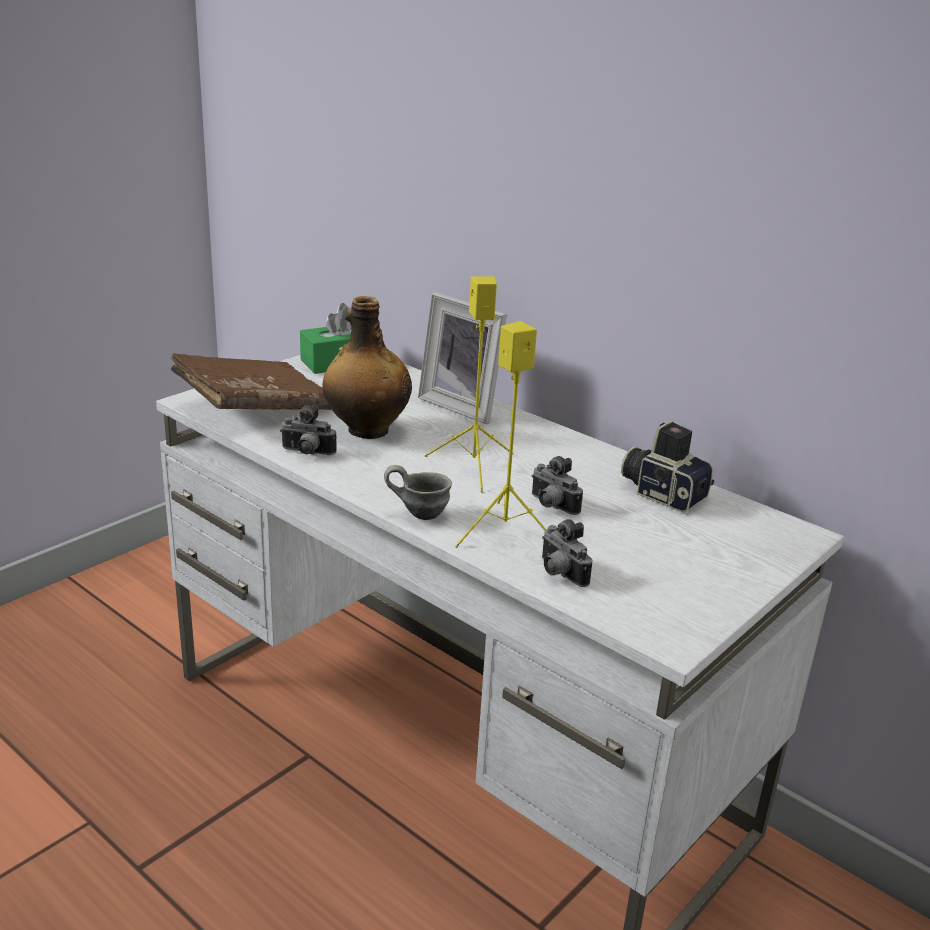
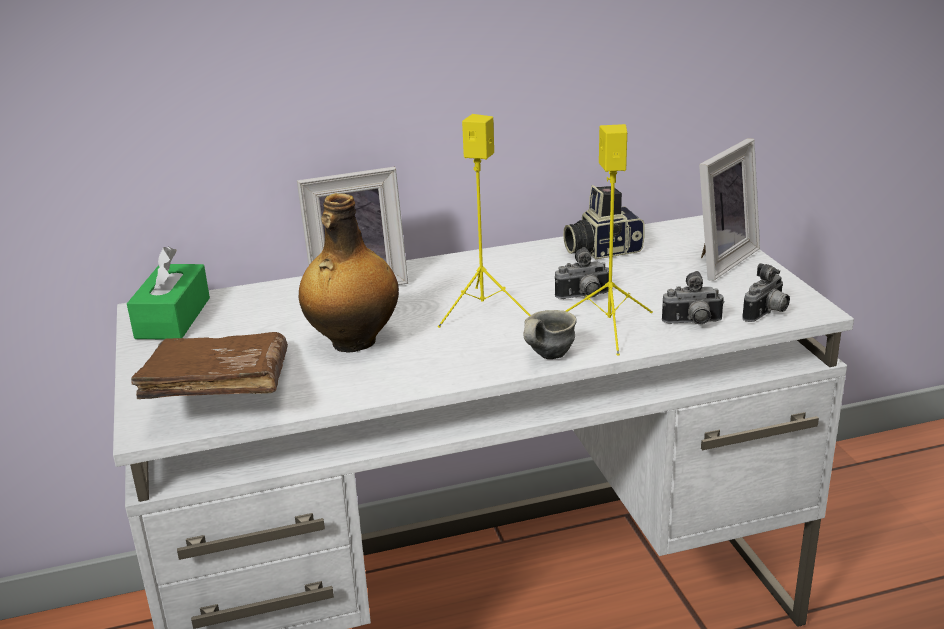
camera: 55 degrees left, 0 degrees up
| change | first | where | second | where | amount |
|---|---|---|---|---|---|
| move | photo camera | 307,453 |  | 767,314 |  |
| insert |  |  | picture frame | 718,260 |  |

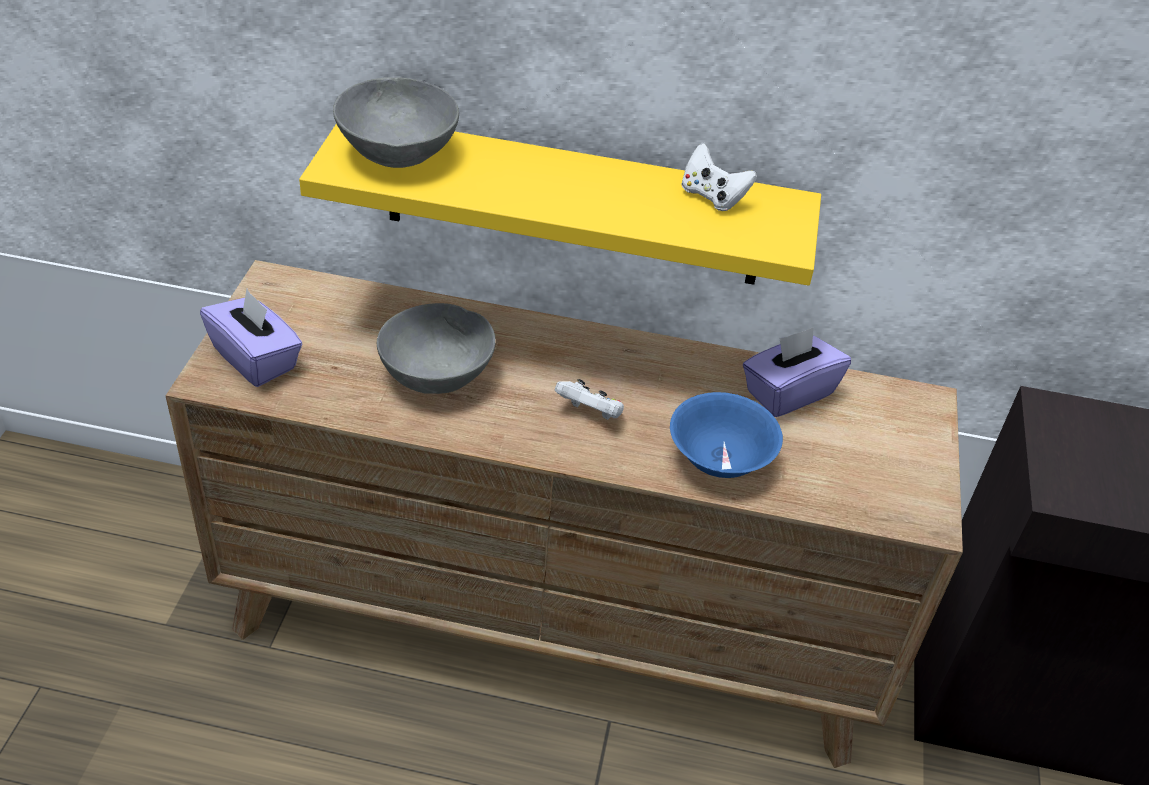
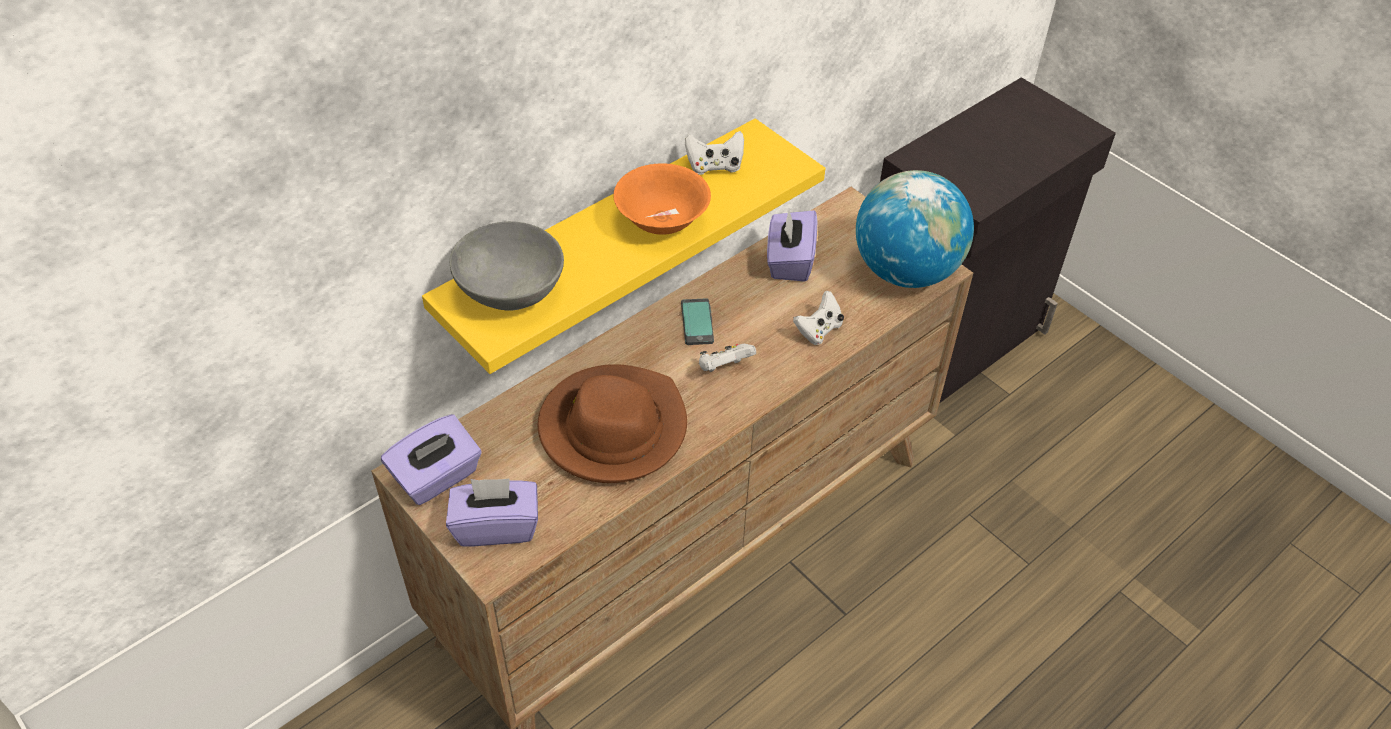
camera: 50 degrees left, 5 degrees up
| change | first | where | second | where | amount |
|---|---|---|---|---|---|
| replace | bowl/grey | 436,375 | hat/brown | 613,428 |  |
| replace | bowl/blue | 719,460 | game controller/white | 818,330 |  |
| insert |  |  | bowl/orange | 662,221 |  |
| insert |  |  | globe | 905,271 |  |
| insert |  |  | phone | 697,322 |  |
| insert |  |  | tissue box/purple | 437,477 |  |

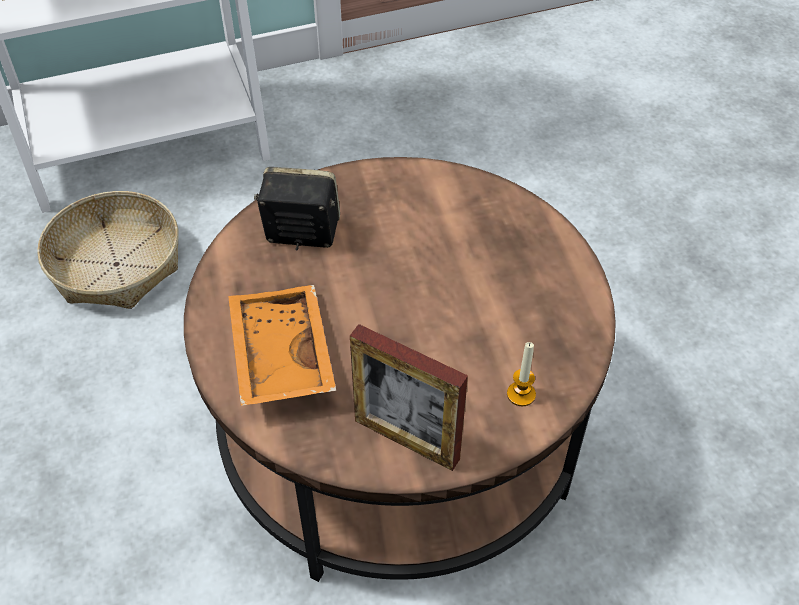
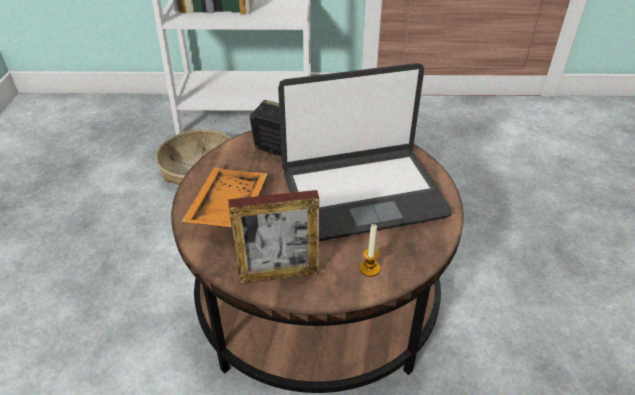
camera: 20 degrees right, 10 degrees down
| change | first | where | second | where | amount |
|---|---|---|---|---|---|
| rotate | picture frame | 406,439 |  | 279,274 | 60 degrees counterclockwise |
| insert |  |  | laptop | 362,193 |  |

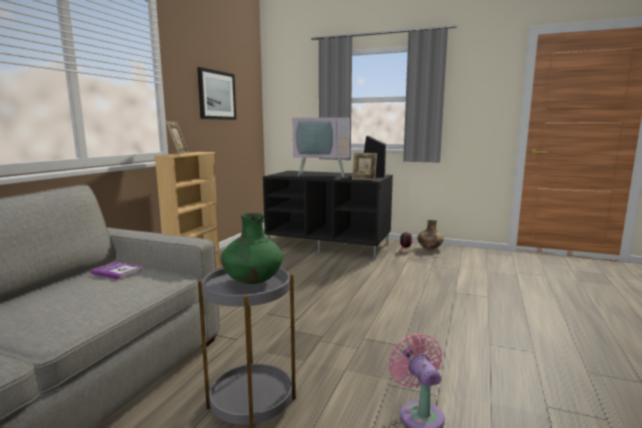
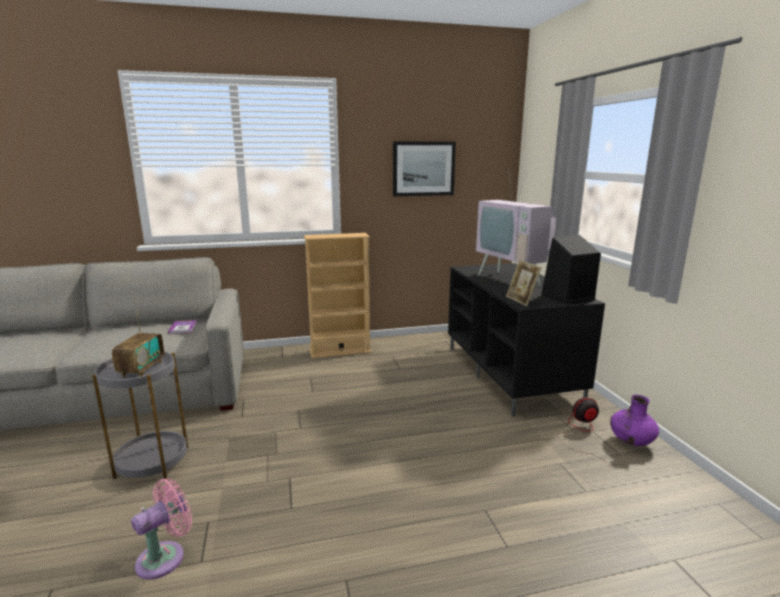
camera: 55 degrees right, 5 degrees up
| change | first | where | second | where | amount |
|---|---|---|---|---|---|
| delete | picture frame | 179,153 |  |  |  |
| replace | vase/green | 252,282 | radio | 141,369 |  |
| recolor | vase/brown | 429,248 | vase/purple | 630,442 |  |

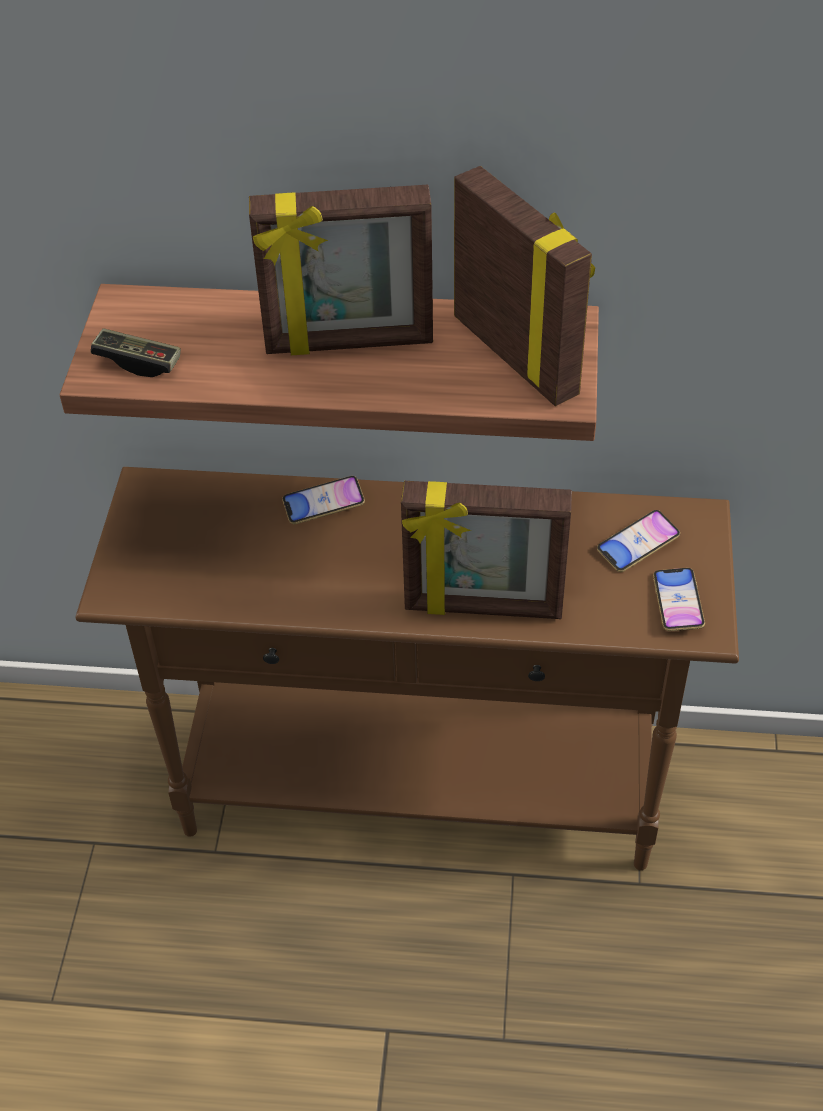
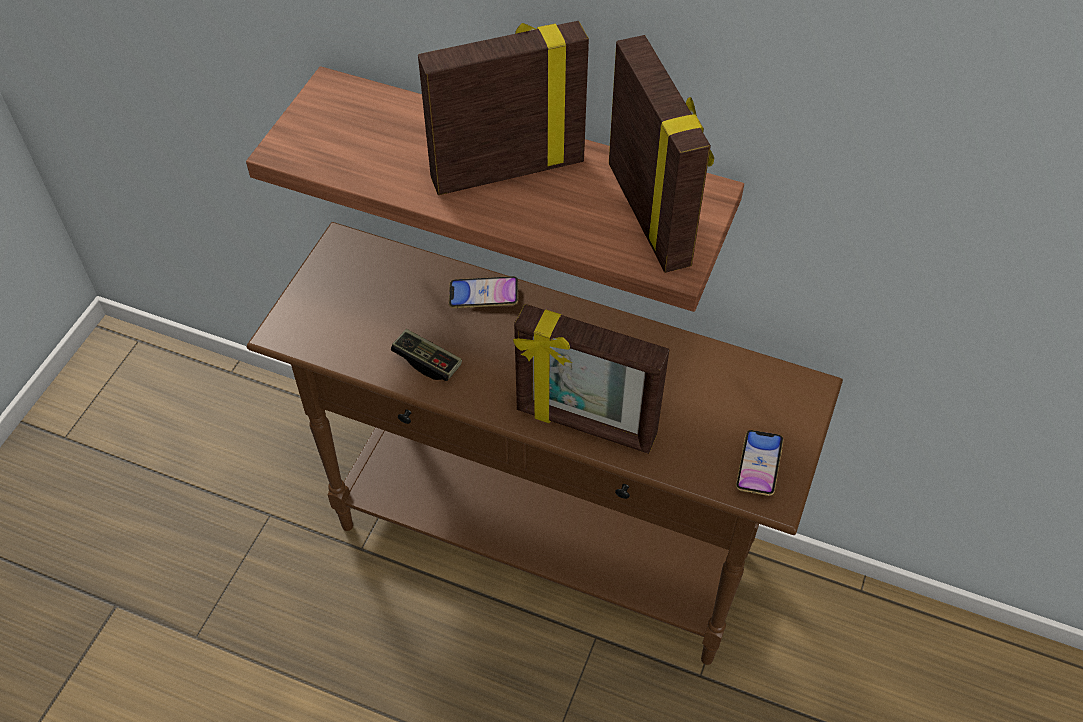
camera: 15 degrees right, 5 degrees up
| change | first | where | second | where | amount |
|---|---|---|---|---|---|
| rotate | picture frame | 349,343 |  | 506,169 | 150 degrees clockwise |
| move | game controller | 138,362 |  | 427,362 |  |
| delete | phone | 637,545 |  |  |  |

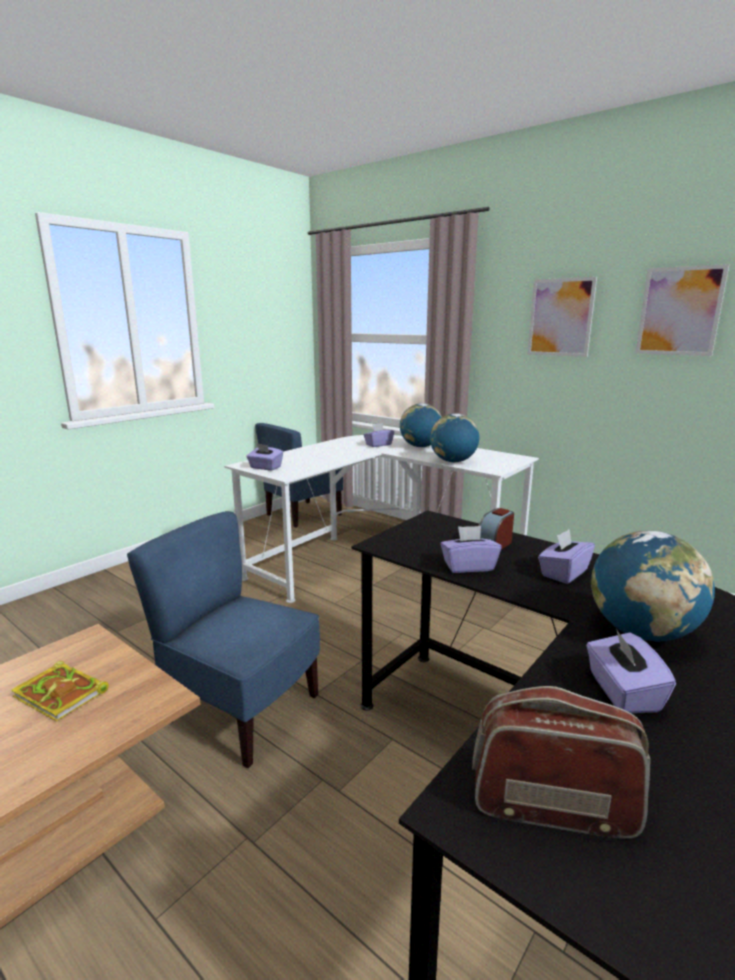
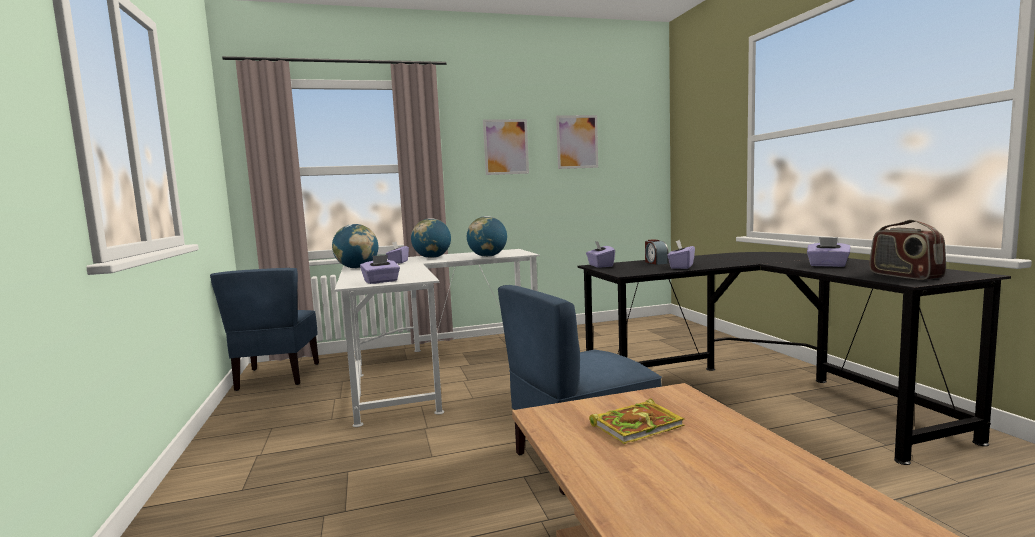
camera: 55 degrees left, 10 degrees down
| change | first | where | second | where | amount |
|---|---|---|---|---|---|
| move | tissue box/purple | 563,573 |  | 600,266 |  |
| move | globe | 641,632 |  | 357,268 |  |
| rotate | radio | 552,805 |  | 904,276 | 60 degrees counterclockwise |

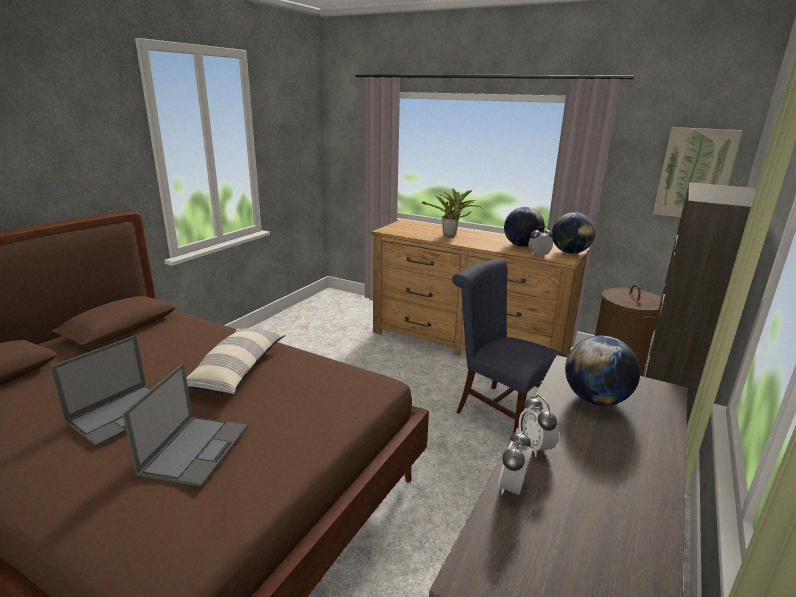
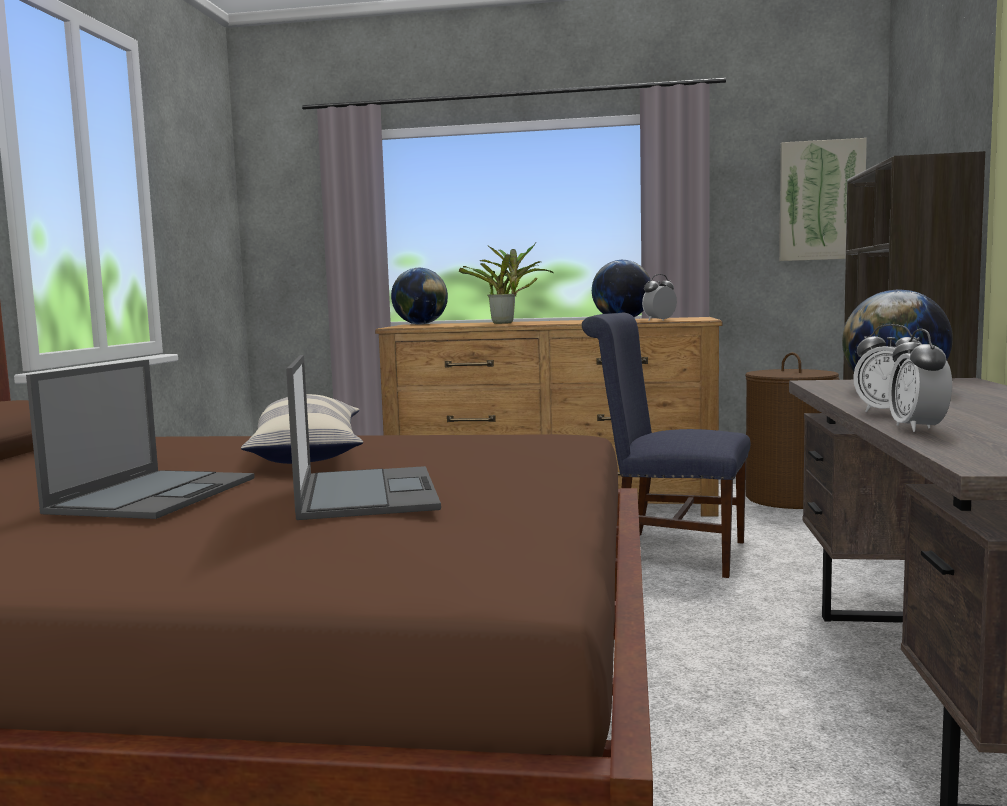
camera: 20 degrees left, 15 degrees down
| change | first | where | second | where | amount |
|---|---|---|---|---|---|
| move | globe | 570,252 |  | 420,324 |  |

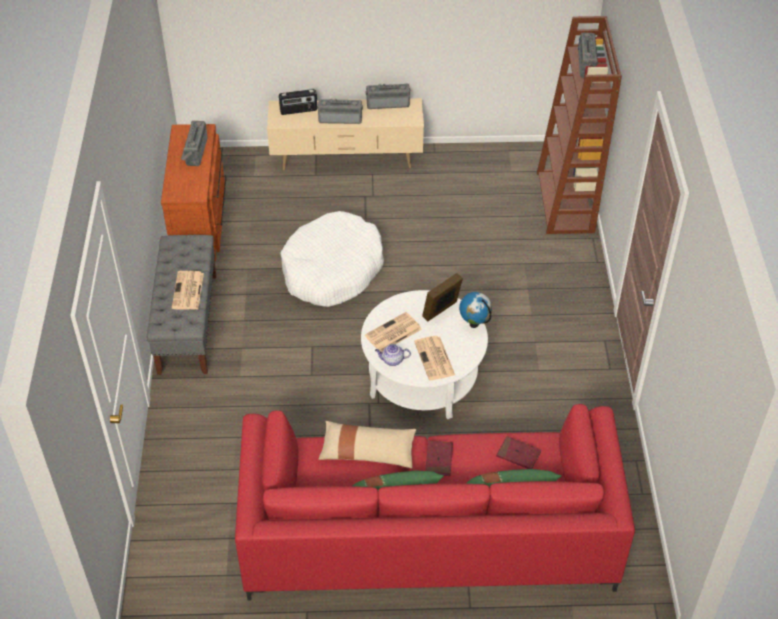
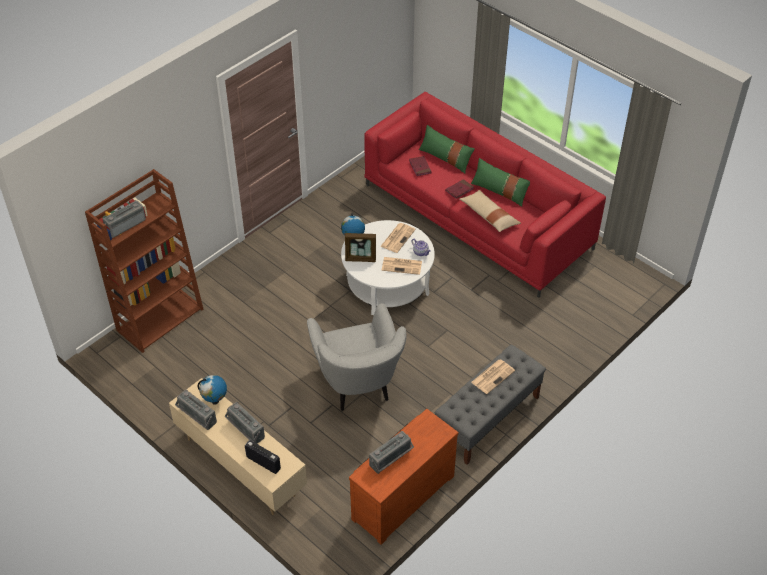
camera: 135 degrees left, 0 degrees up
| change | first | where | second | where | amount |
|---|---|---|---|---|---|
| replace | dog bed/white | 332,270 | armchair/grey | 358,386 |  |
| insert |  |  | globe | 215,401 |  |

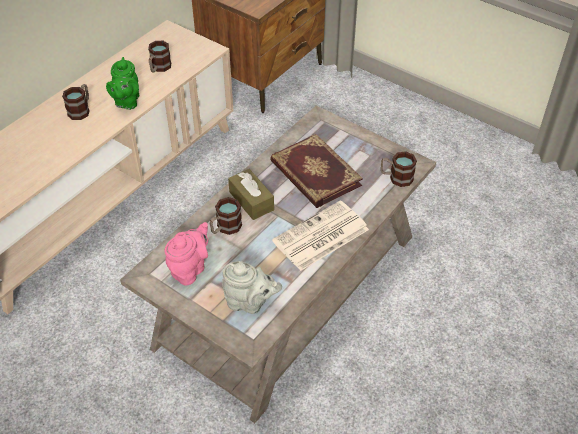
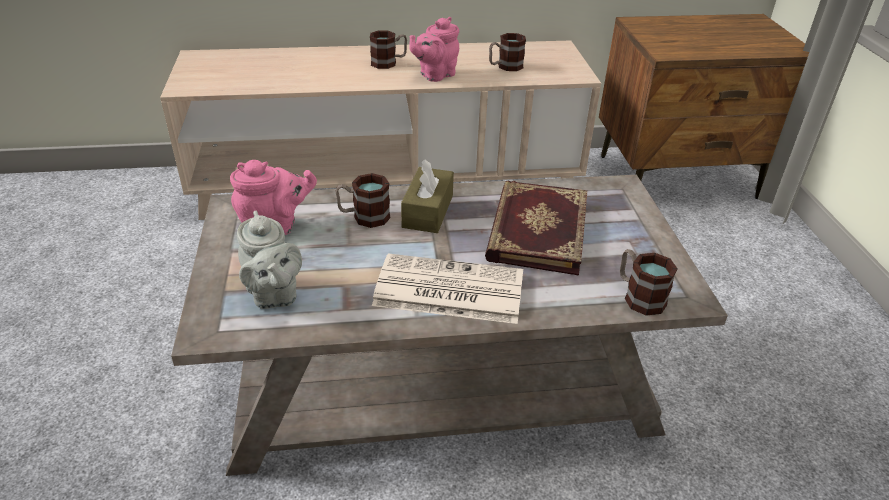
camera: 45 degrees right, 10 degrees down
| change | first | where | second | where | amount |
|---|---|---|---|---|---|
| recolor | teapot/green | 126,102 | teapot/pink | 435,75 |  |

